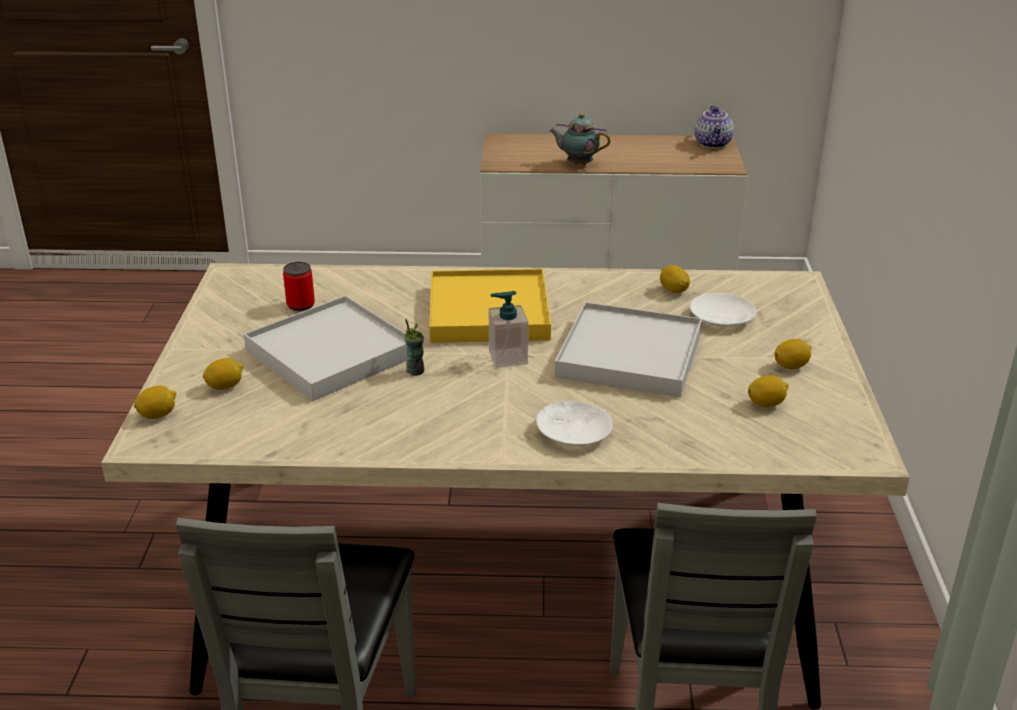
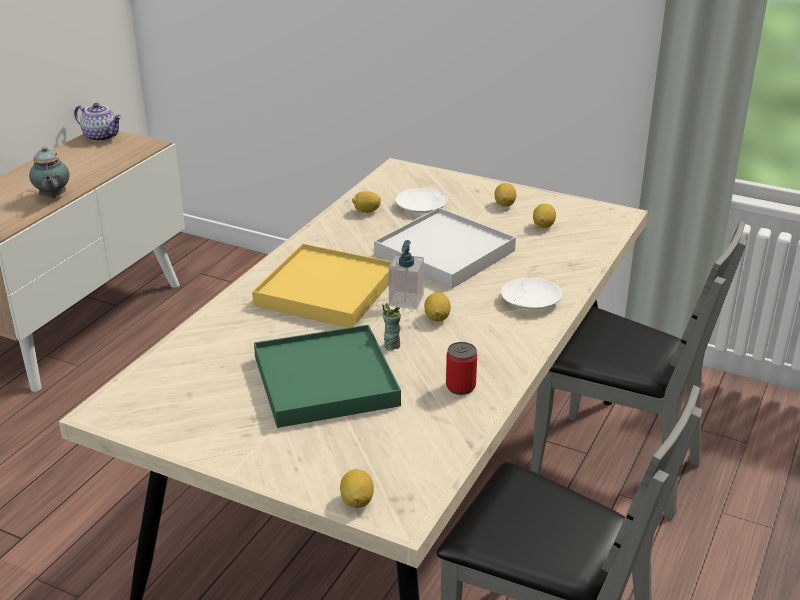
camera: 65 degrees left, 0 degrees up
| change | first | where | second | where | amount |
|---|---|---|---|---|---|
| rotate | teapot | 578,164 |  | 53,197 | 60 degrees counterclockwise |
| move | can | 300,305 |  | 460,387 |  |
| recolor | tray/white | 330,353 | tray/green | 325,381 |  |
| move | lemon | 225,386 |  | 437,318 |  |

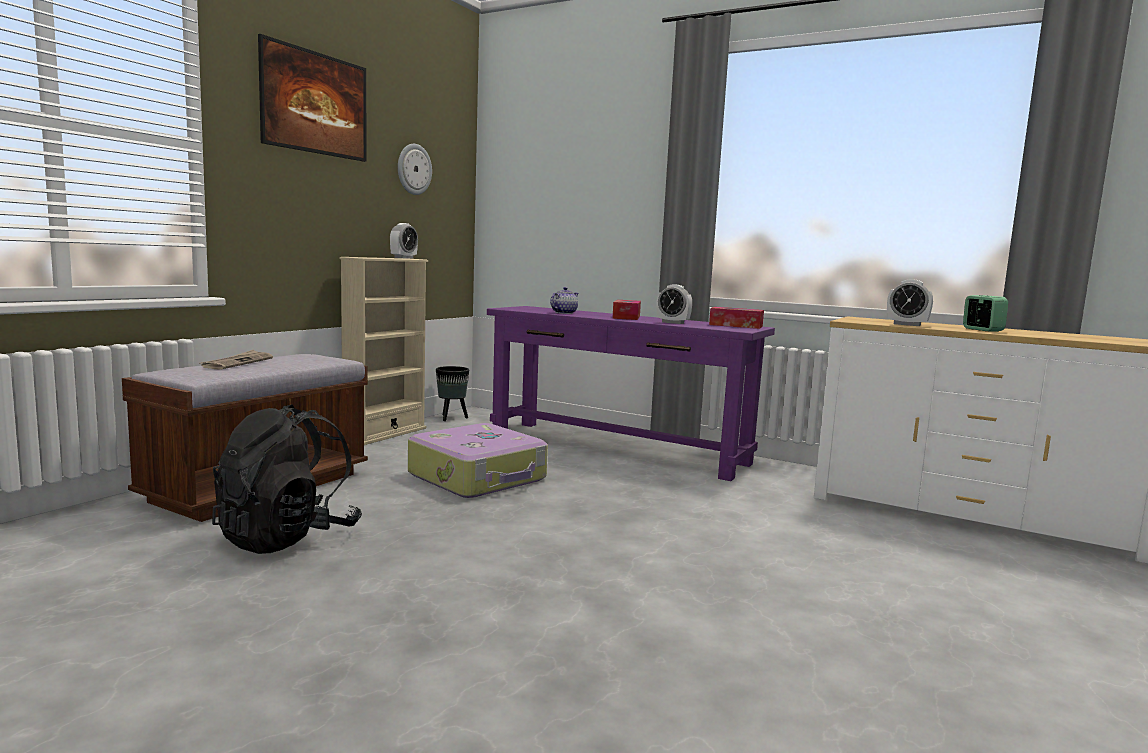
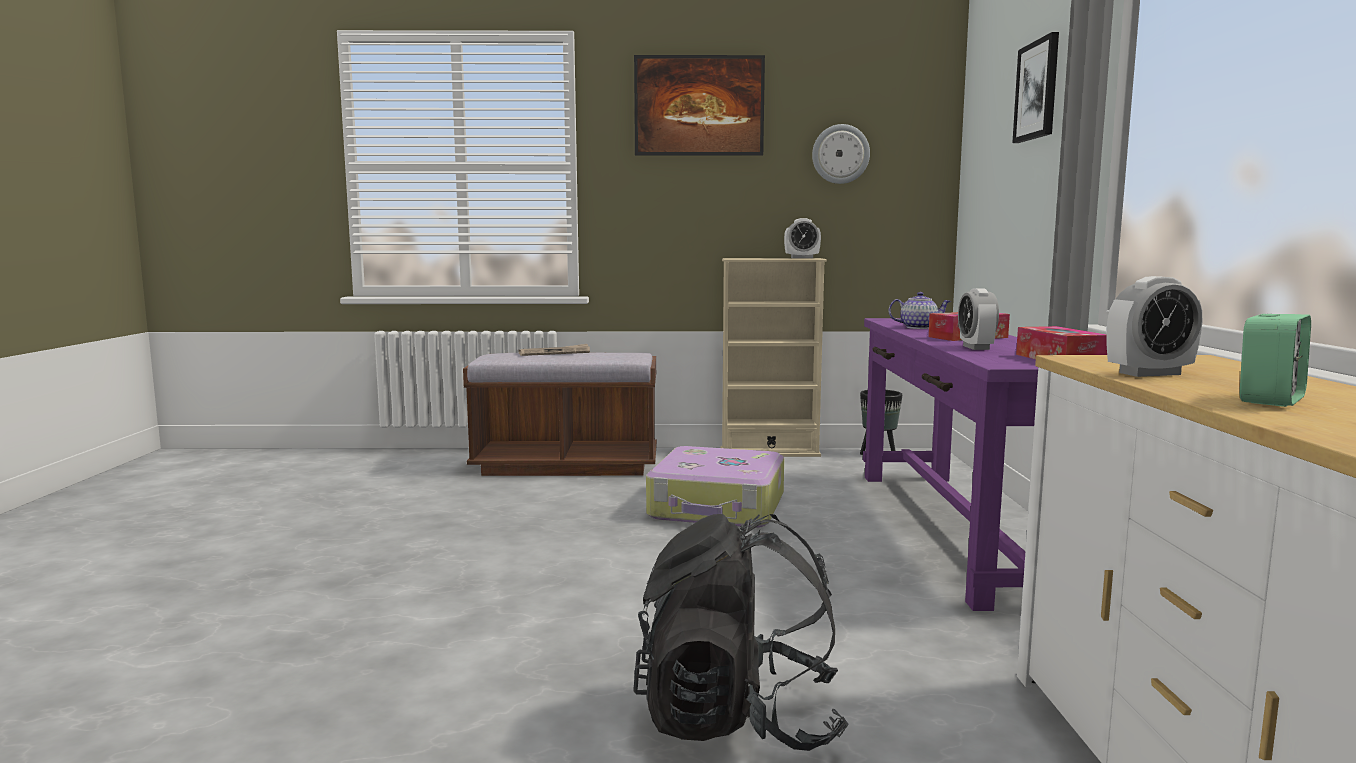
camera: 60 degrees right, 0 degrees up
| change | first | where | second | where | amount |
|---|---|---|---|---|---|
| rotate | alarm clock | 907,324 |  | 1149,373 | 105 degrees counterclockwise |
| move | backpack/black | 287,537 |  | 738,720 |  |
| insert |  |  | picture | 1037,90 |  |

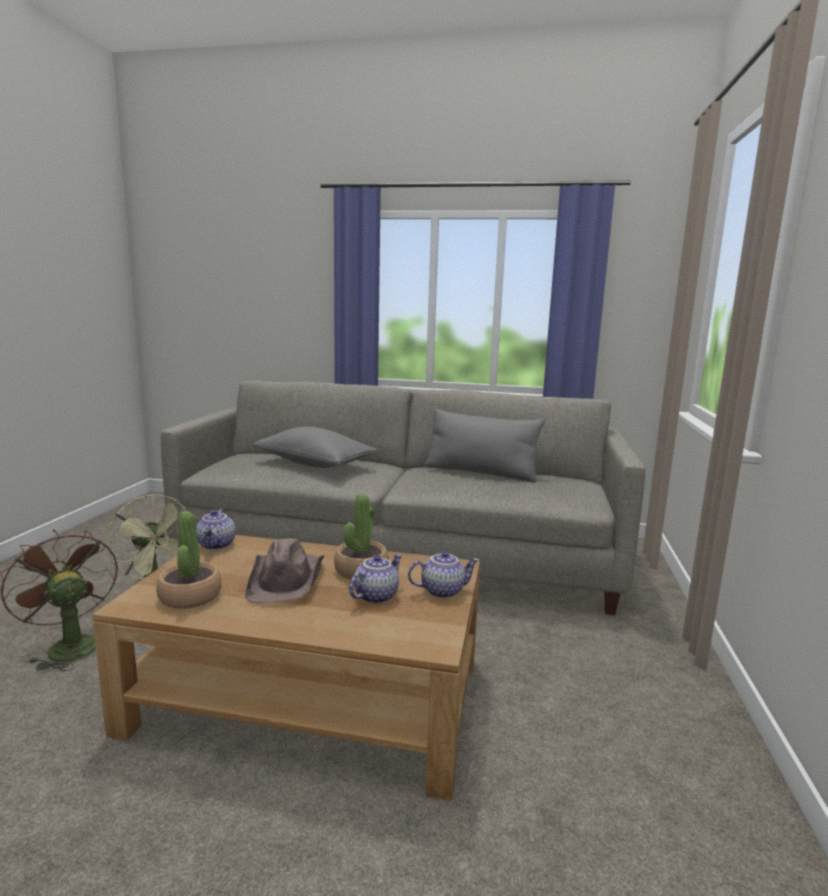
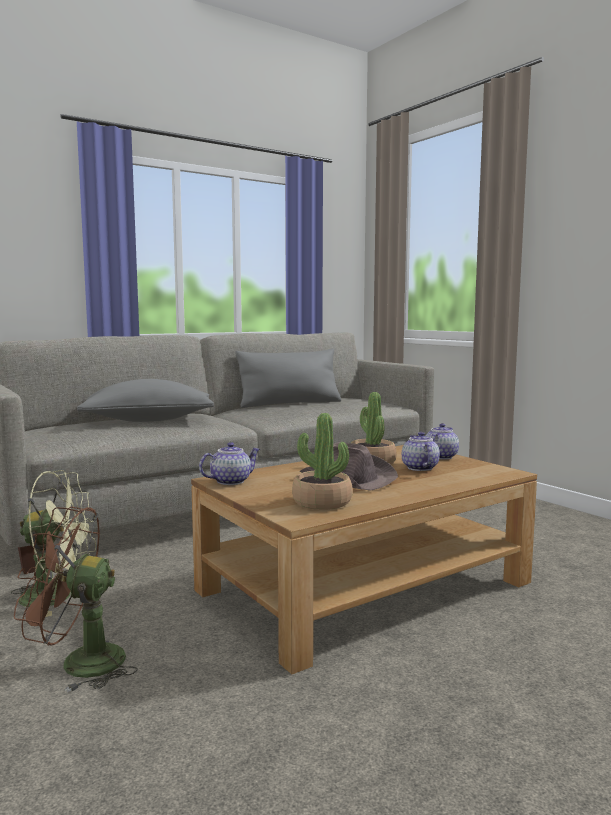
camera: 45 degrees left, 5 degrees down
| change | first | where | second | where | amount |
|---|---|---|---|---|---|
| rotate | teapot | 217,545 |  | 230,481 | 75 degrees counterclockwise |

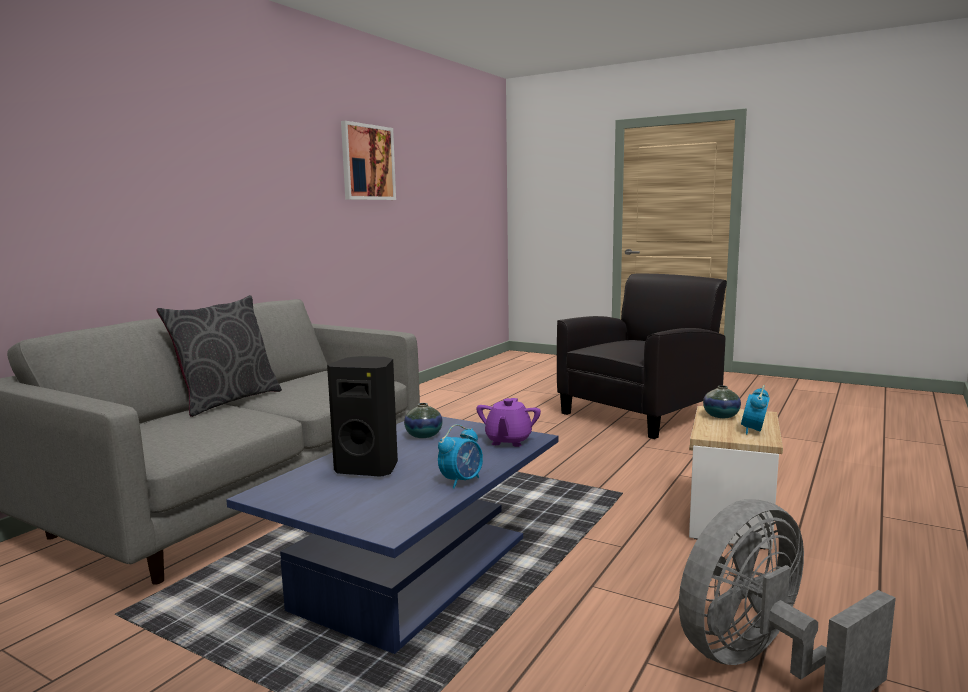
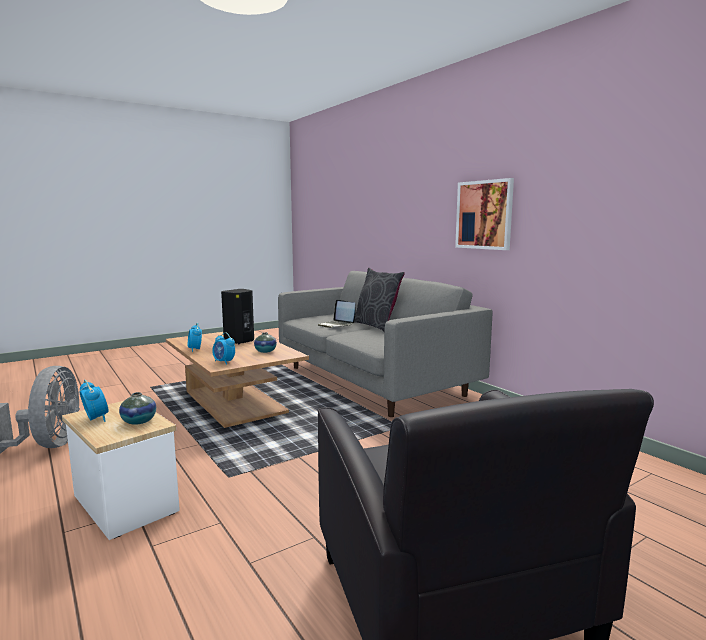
camera: 115 degrees right, 0 degrees up
| change | first | where | second | where | amount |
|---|---|---|---|---|---|
| move | picture | 367,162 |  | 484,215 |  |
| replace | teapot/purple | 508,441 | alarm clock | 224,362 |  |
| recolor | coffee table/blue | 415,572 | coffee table/brown | 235,402 |  |
| insert |  |  | laptop | 337,325 |  |

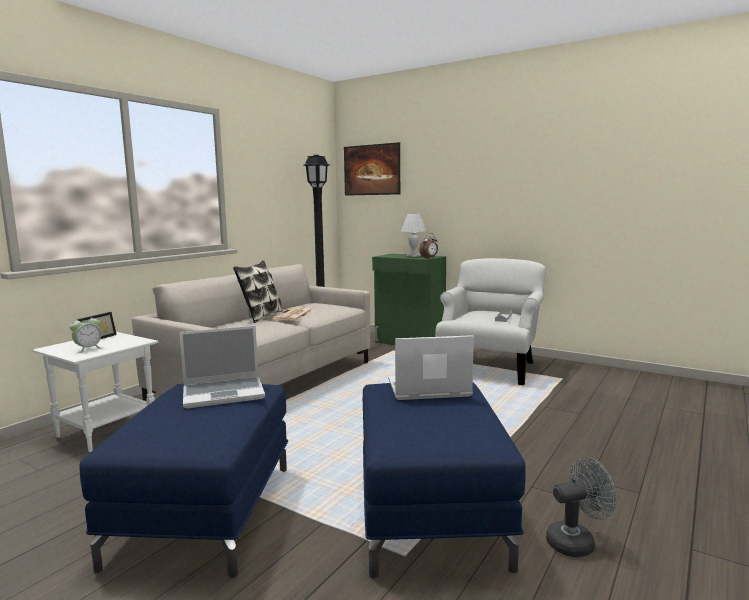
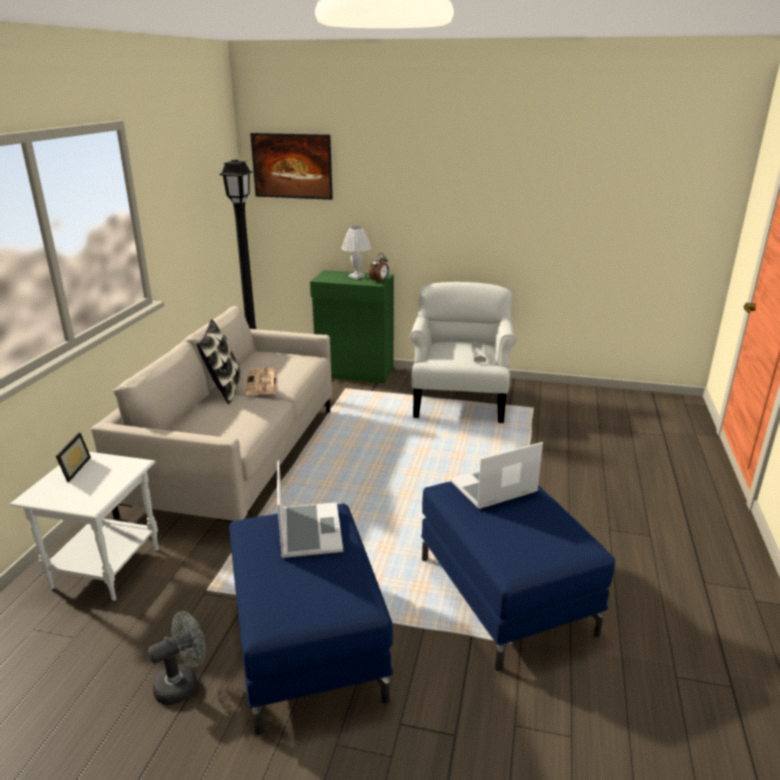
camera: 20 degrees left, 15 degrees up
| change | first | where | second | where | amount |
|---|---|---|---|---|---|
| delete | alarm clock | 88,349 |  |  |  |
| rotate | laptop | 224,393 |  | 309,531 | 60 degrees counterclockwise |
| move | fan/grey | 576,542 |  | 183,683 |  |

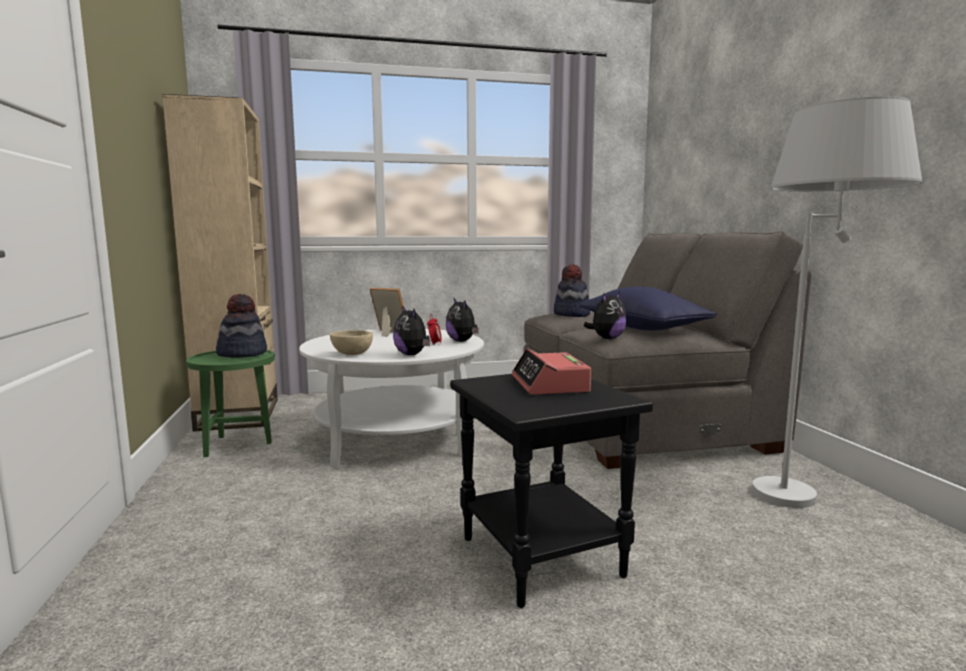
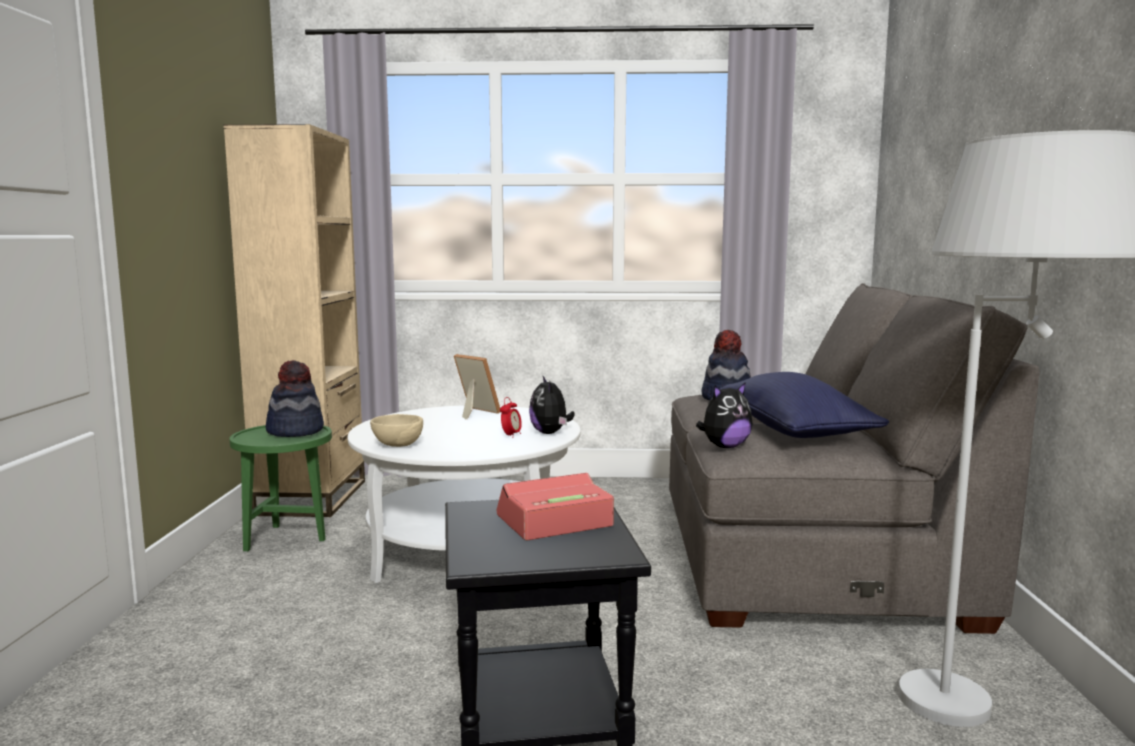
camera: 15 degrees right, 0 degrees up
| change | first | where | second | where | amount |
|---|---|---|---|---|---|
| delete | plush toy | 412,355 |  |  |  |
| rotate | alarm clock | 550,385 |  | 553,521 | 60 degrees clockwise |

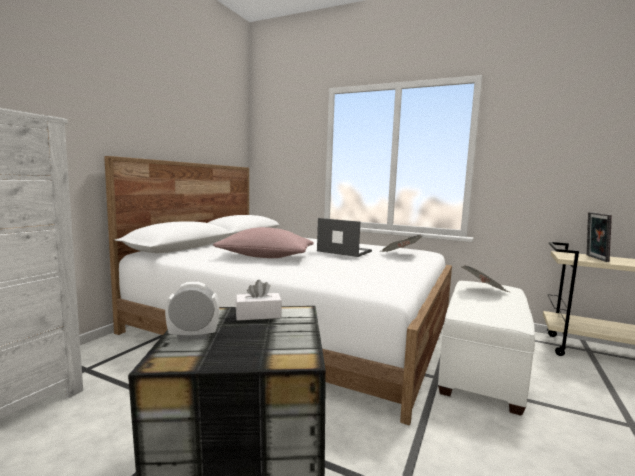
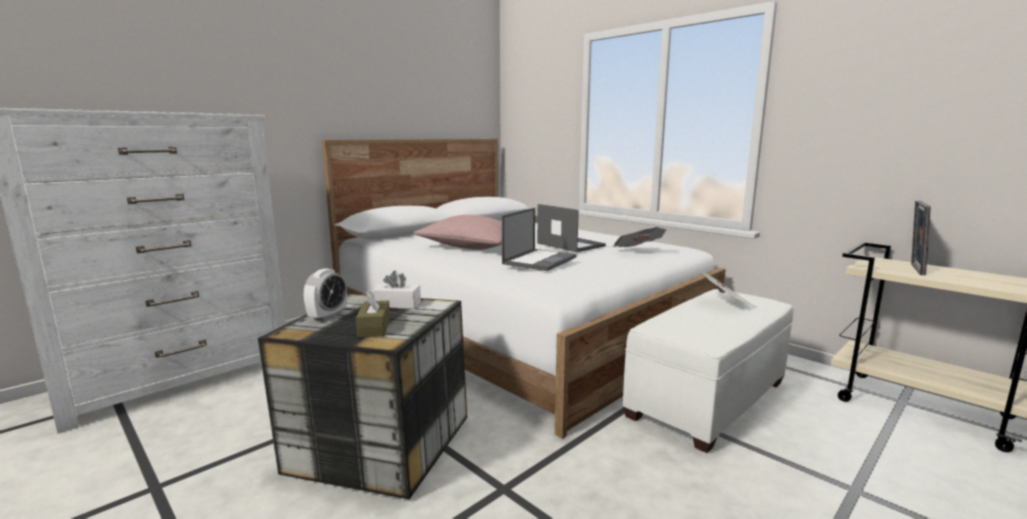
camera: 20 degrees right, 5 degrees up
| change | first | where | second | where | amount |
|---|---|---|---|---|---|
| rotate | alarm clock | 193,336 |  | 328,316 | 105 degrees clockwise |
| insert |  |  | laptop | 540,260 |  |
| insert |  |  | tissue box/brown | 374,328 |  |

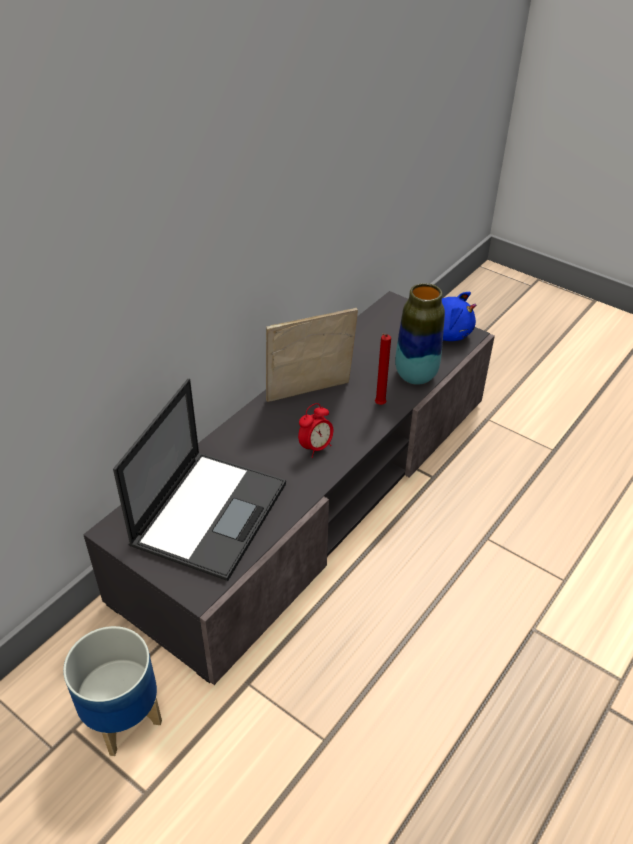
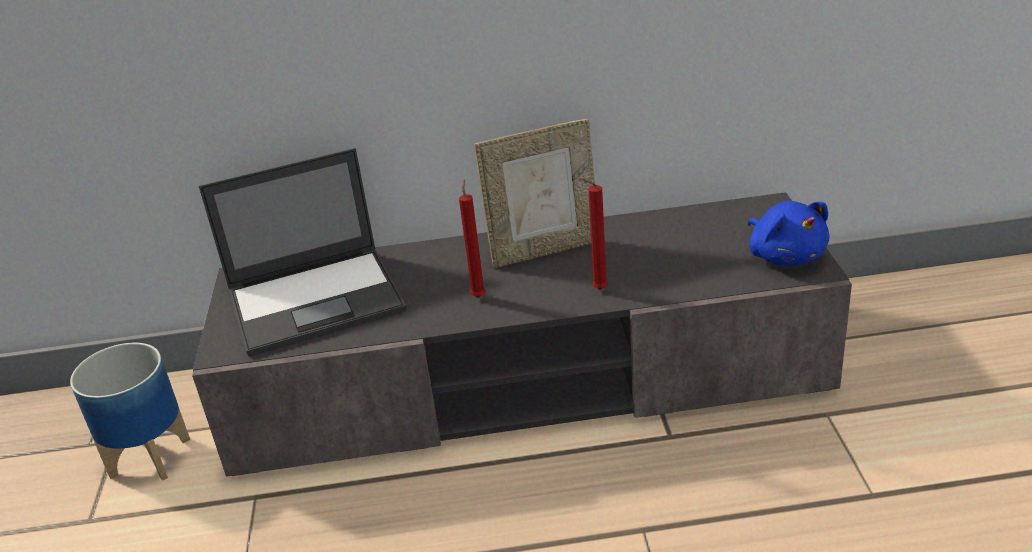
camera: 50 degrees right, 10 degrees down
| change | first | where | second | where | amount |
|---|---|---|---|---|---|
| delete | vase | 415,376 |  |  |  |
| rotate | picture frame | 309,395 |  | 544,250 | 135 degrees clockwise |
| replace | alarm clock | 316,447 | candle/red | 478,296 |  |

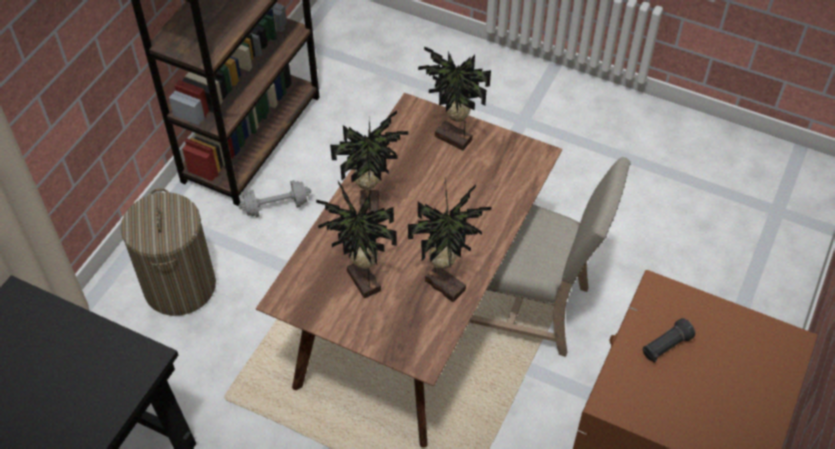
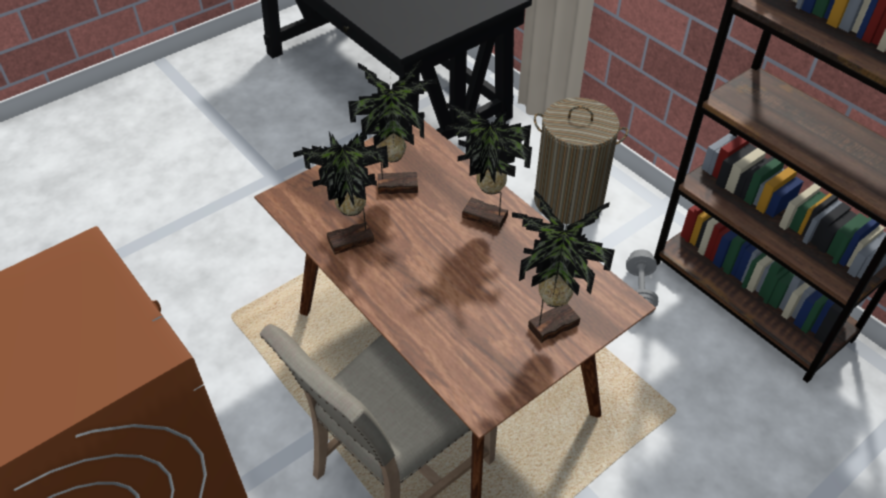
camera: 115 degrees right, 5 degrees down
| change | first | where | second | where | amount |
|---|---|---|---|---|---|
| delete | flashlight/black | 665,346 |  |  |  |

